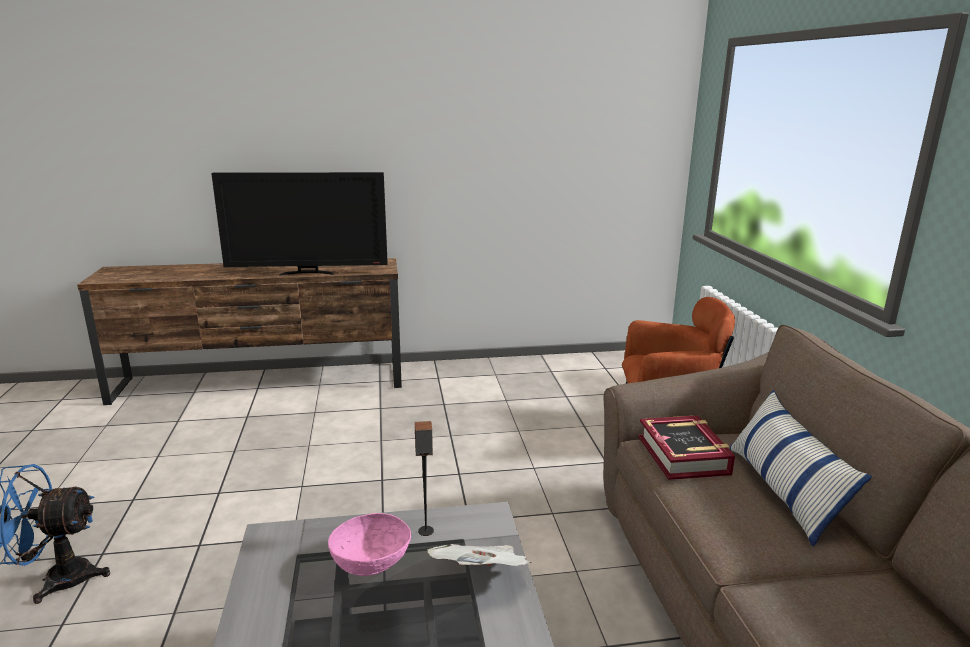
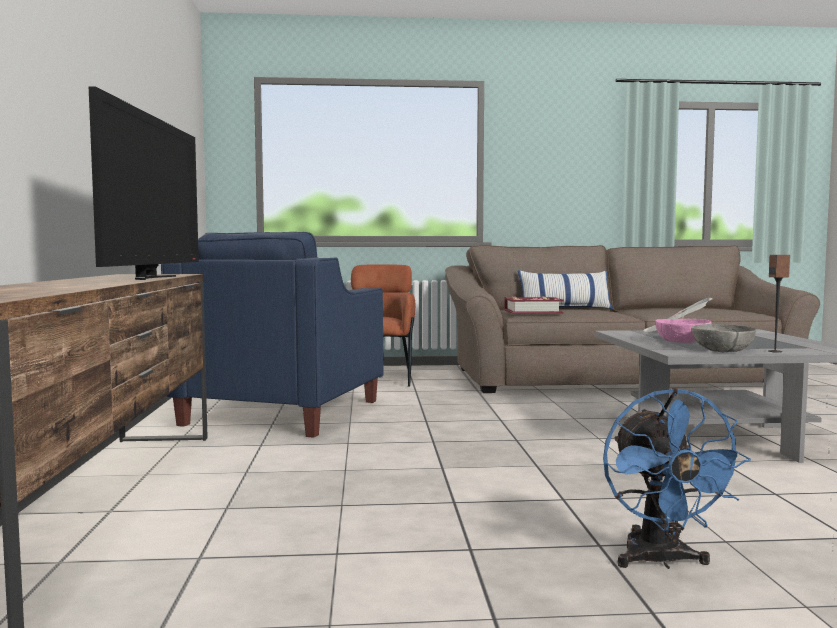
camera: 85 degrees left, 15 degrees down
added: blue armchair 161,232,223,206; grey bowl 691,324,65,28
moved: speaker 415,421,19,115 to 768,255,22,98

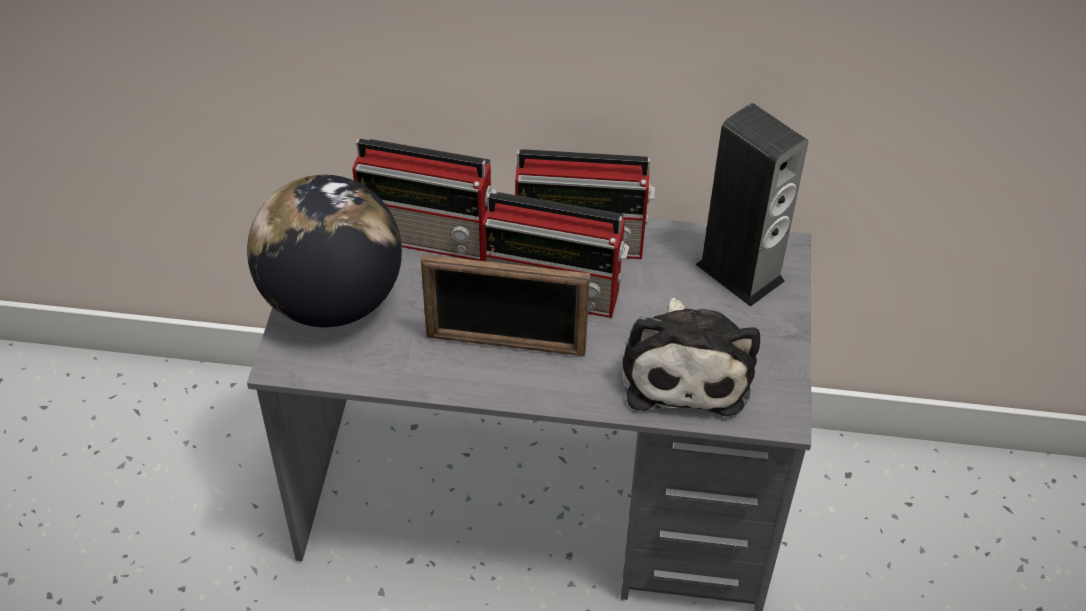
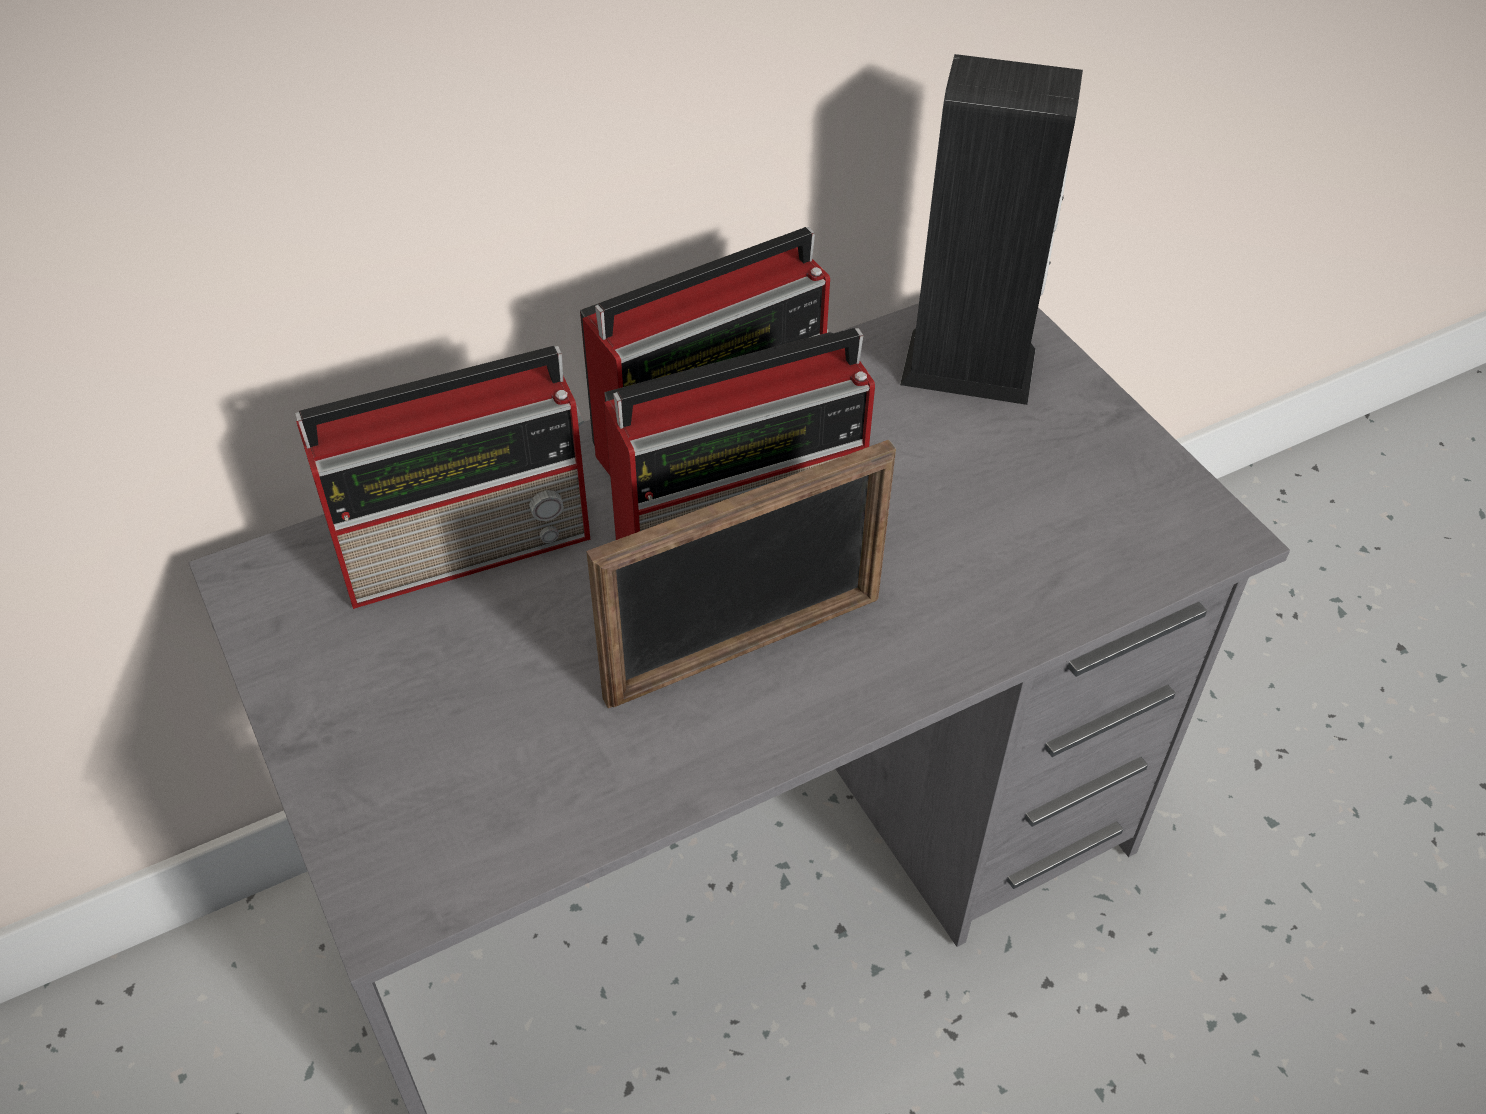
camera: 35 degrees left, 0 degrees up
removed: globe 247,175,155,152; plush toy 622,298,138,119

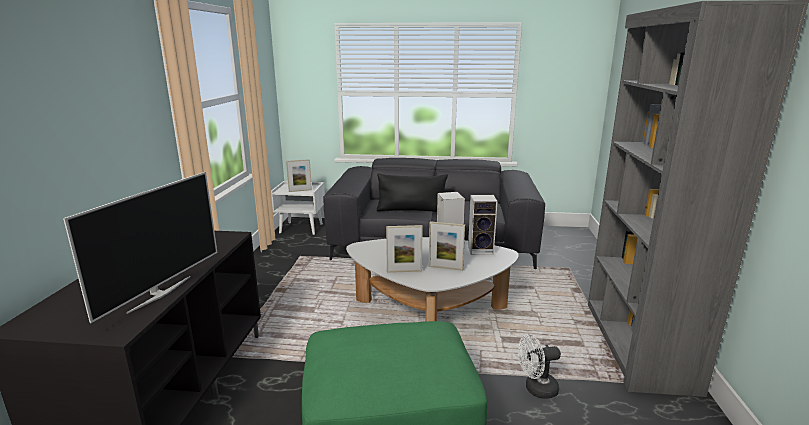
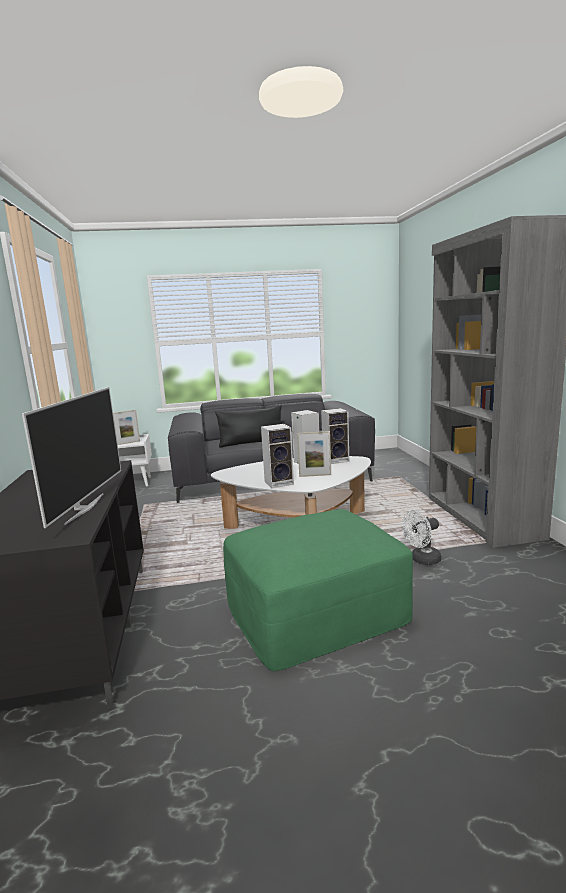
camera: 15 degrees left, 5 degrees down
replaced: picture frame 386,225,37,48 to speaker 261,424,33,64

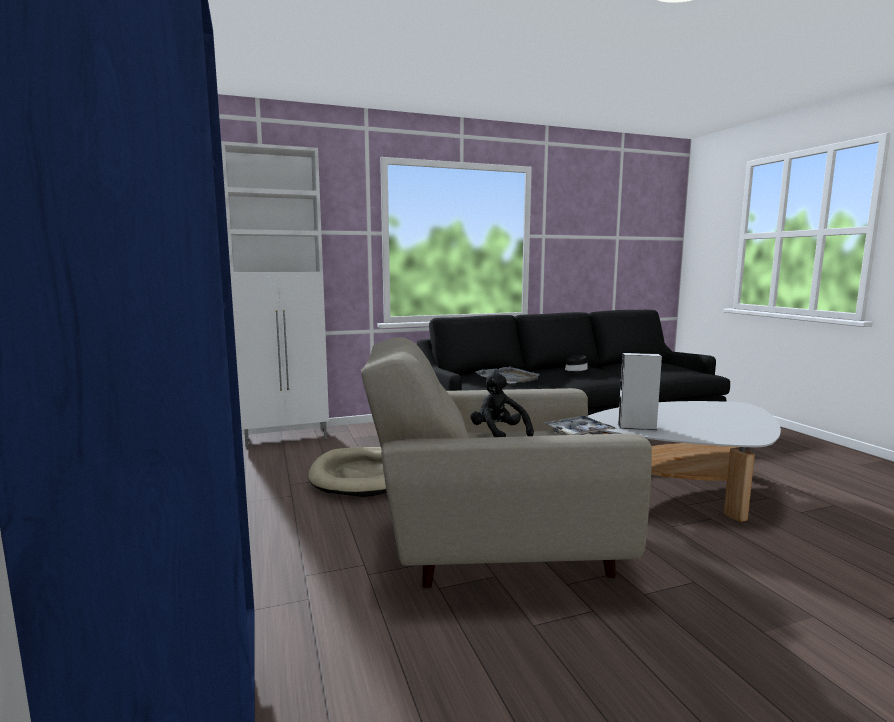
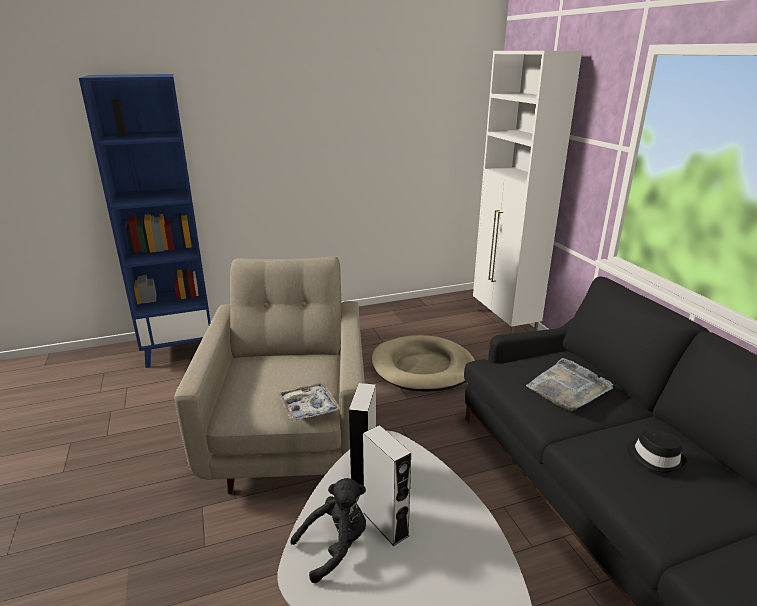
camera: 90 degrees right, 15 degrees up
added: grey speaker 363,425,48,121
moved: black plush toy 471,372,63,65 to 291,478,75,105

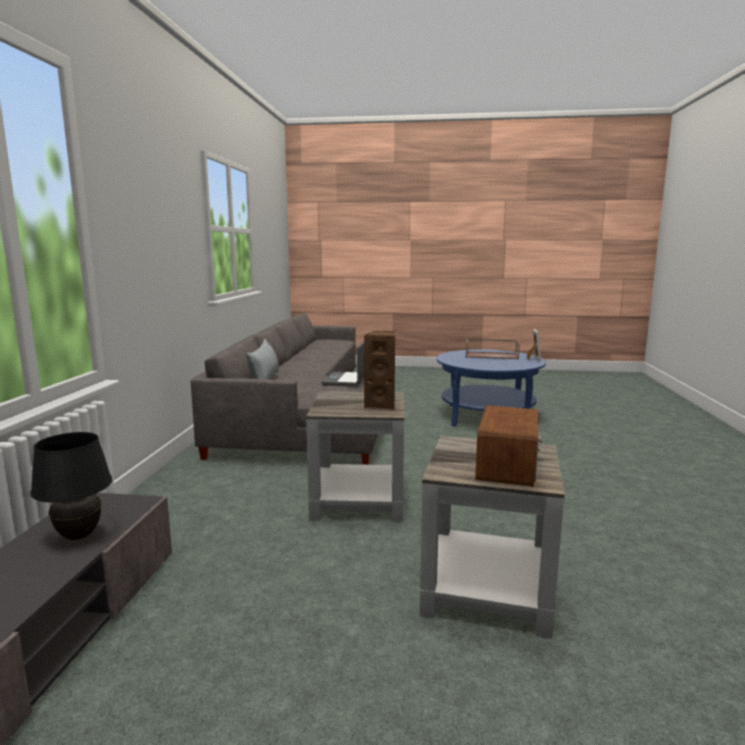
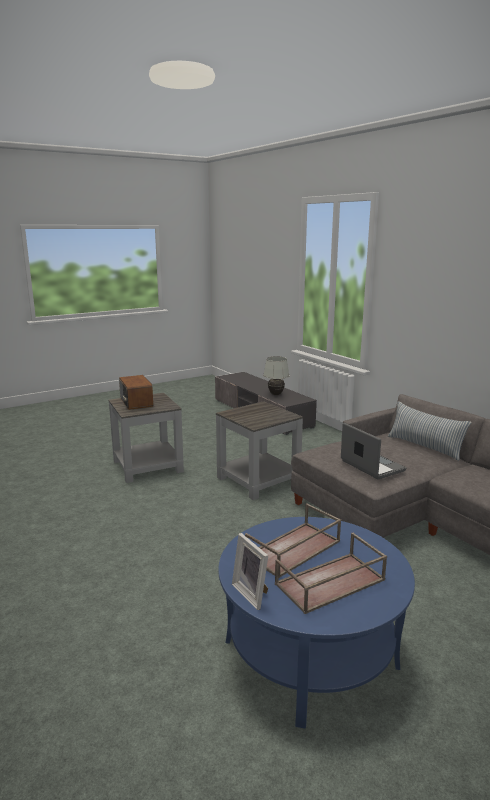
camera: 140 degrees right, 5 degrees up
removed: brown speaker 364,331,31,78
added: brown tray 245,504,96,74
recoloured: black table lamp 30,432,82,108 to white table lamp 263,356,26,39

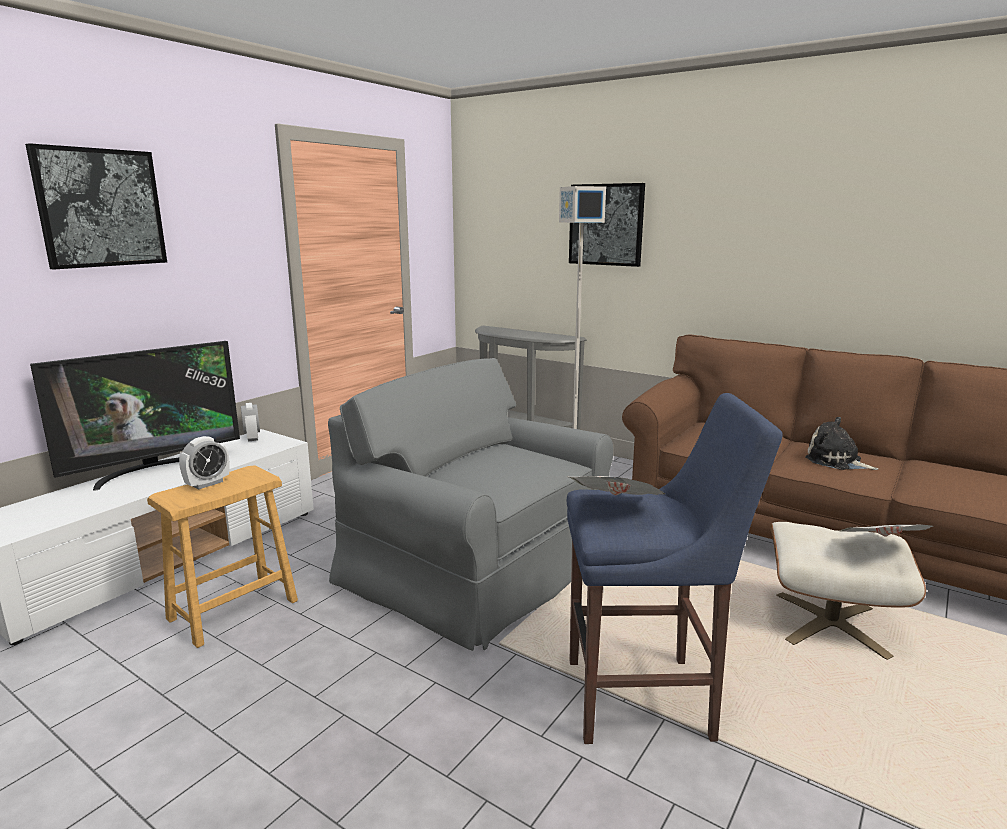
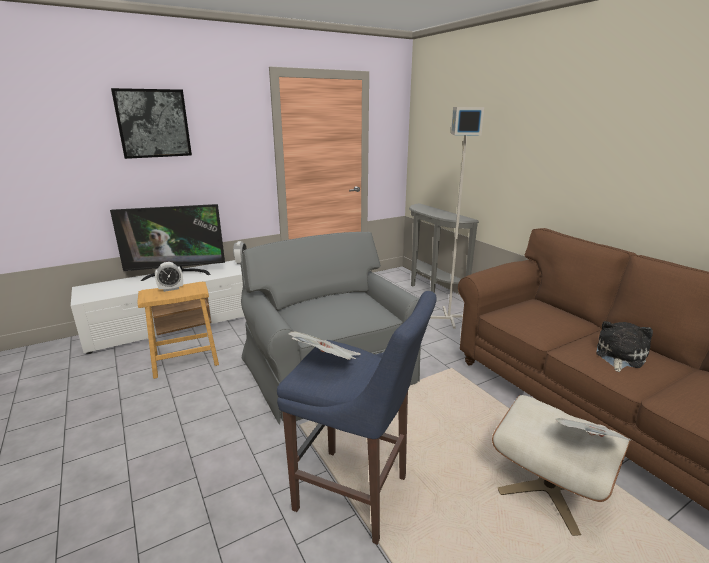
camera: 25 degrees right, 5 degrees up
removed: picture 569,183,76,84
turned: plush toy 805,417,73,53 = 596,321,57,51 60 degrees clockwise

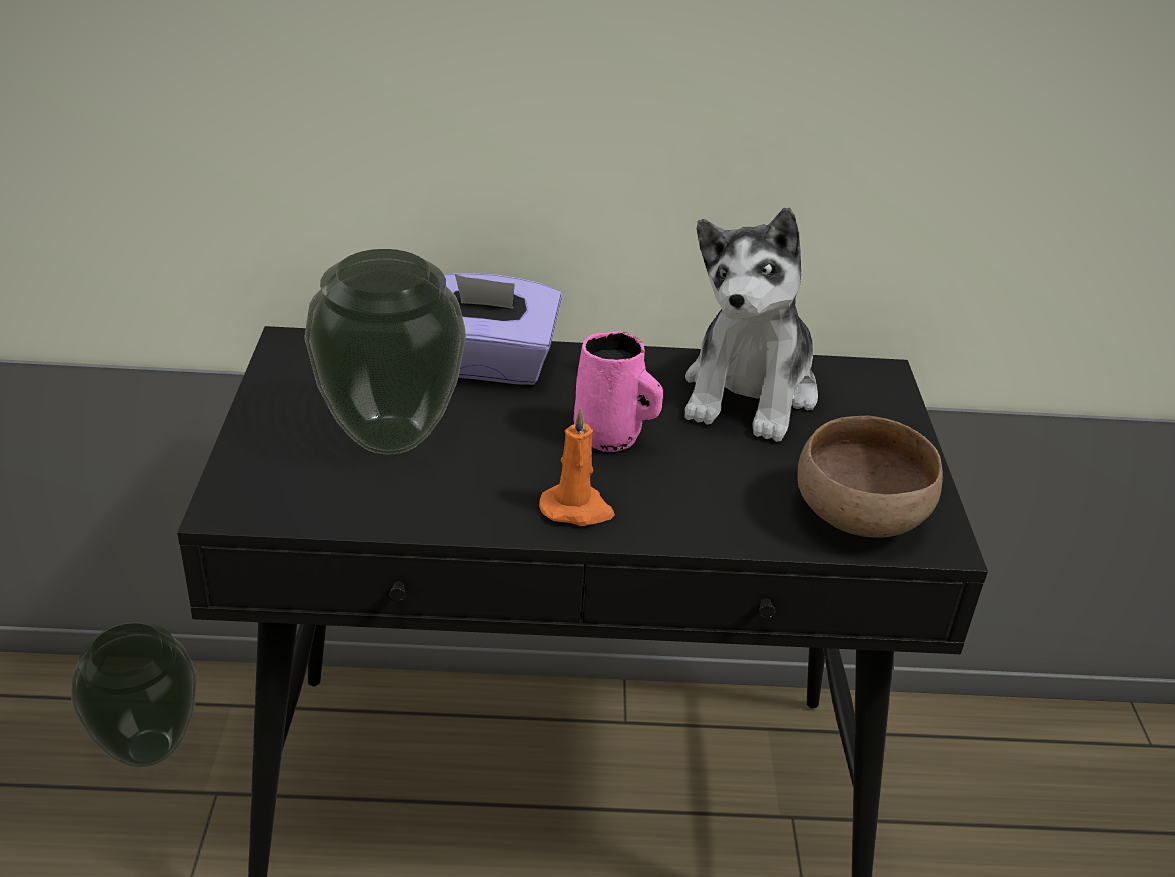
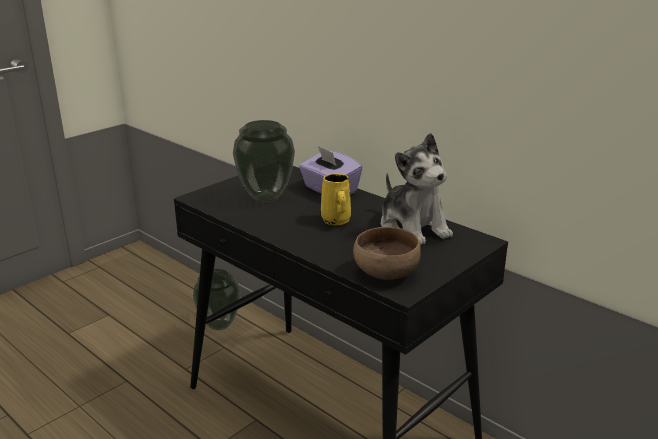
camera: 45 degrees right, 10 degrees down
removed: orange candle 539,408,76,118
recoloured: pink mug 574,331,89,121 to yellow mug 321,173,30,53
turned: plush toy 684,208,134,234 = 381,133,72,112 90 degrees counterclockwise

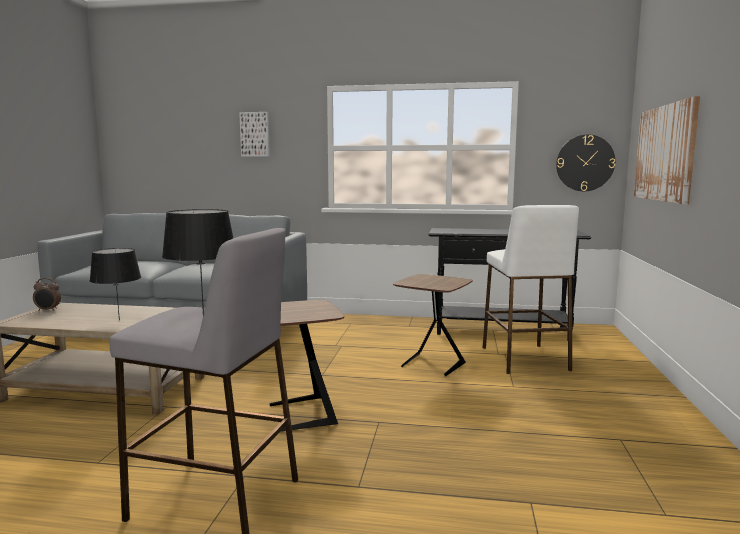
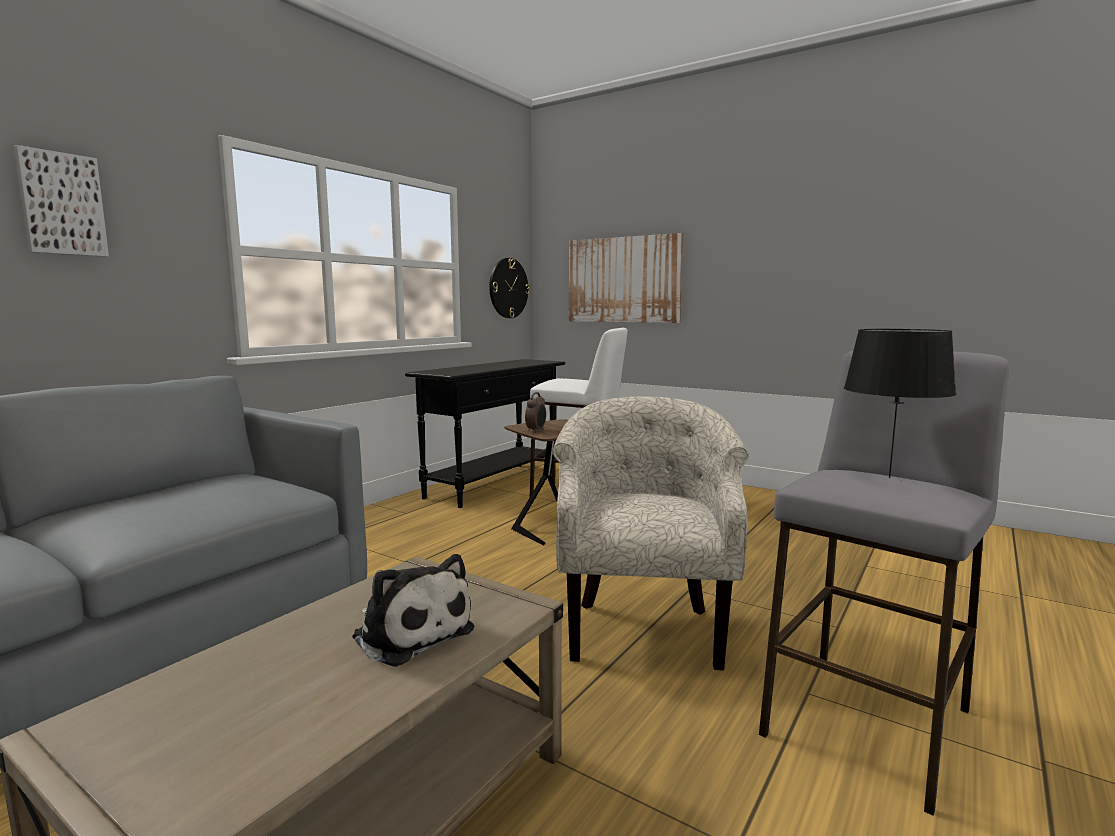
camera: 65 degrees left, 0 degrees up
moved: alarm clock 33,278,28,33 to 525,392,21,41
replaced: black table lamp 90,248,51,72 to plush toy 352,554,122,113; brown side table 270,300,74,131 to beige armchair 553,396,196,274

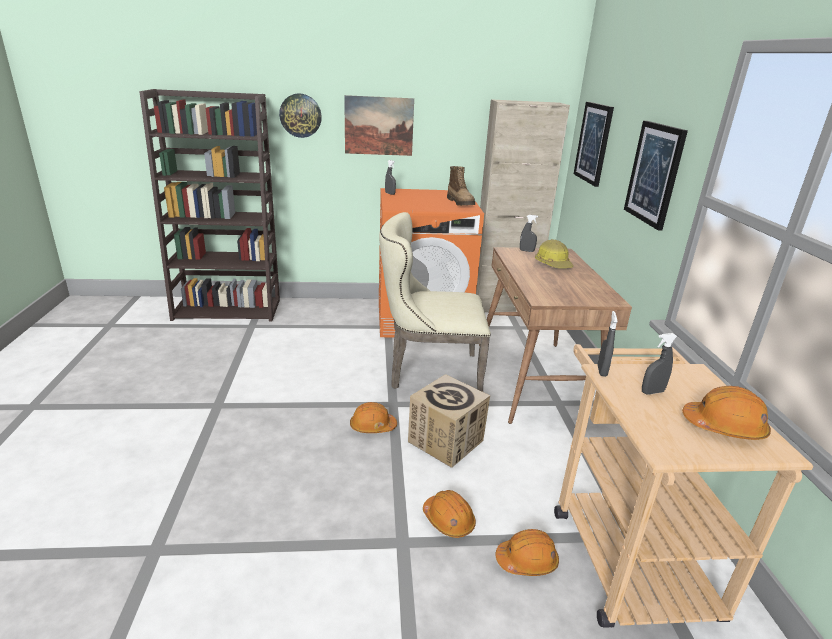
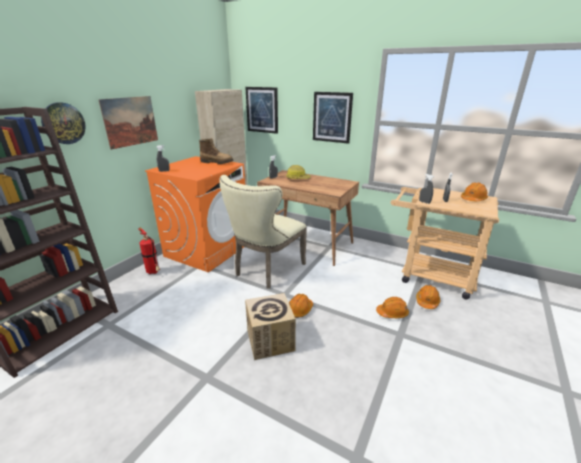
camera: 55 degrees left, 0 degrees up
added: fire extinguisher 138,227,22,47
moved: cardboard box 408,374,82,94 to 245,293,51,67

